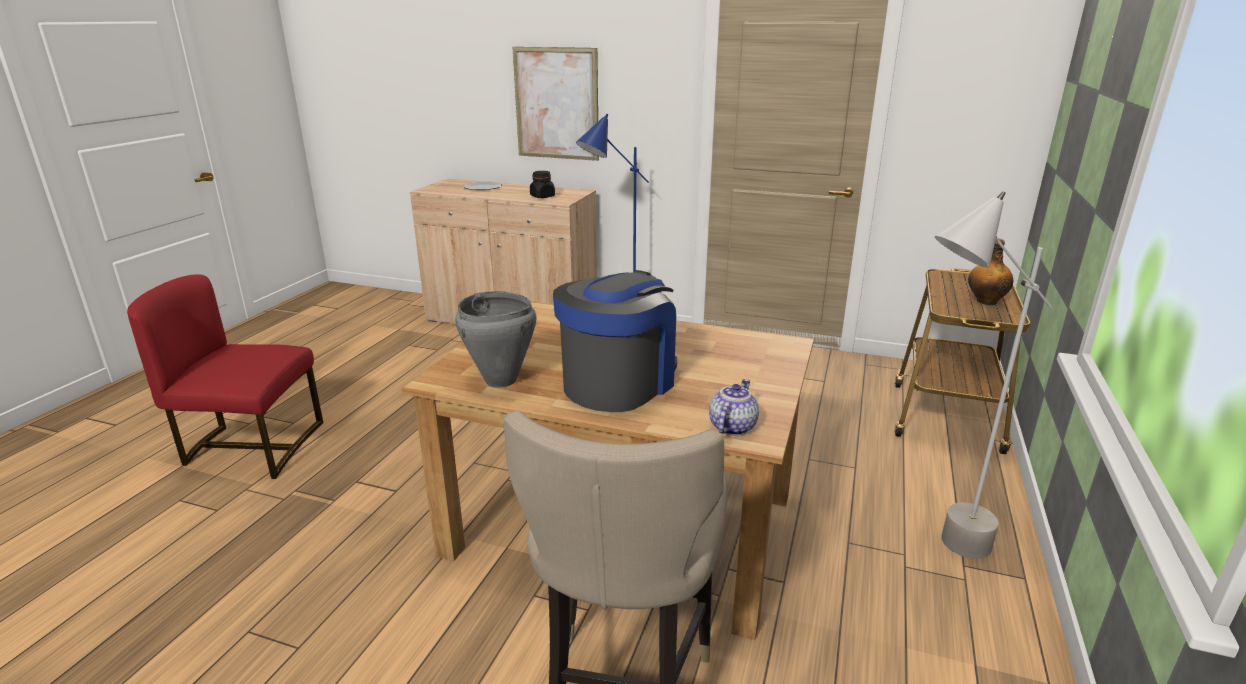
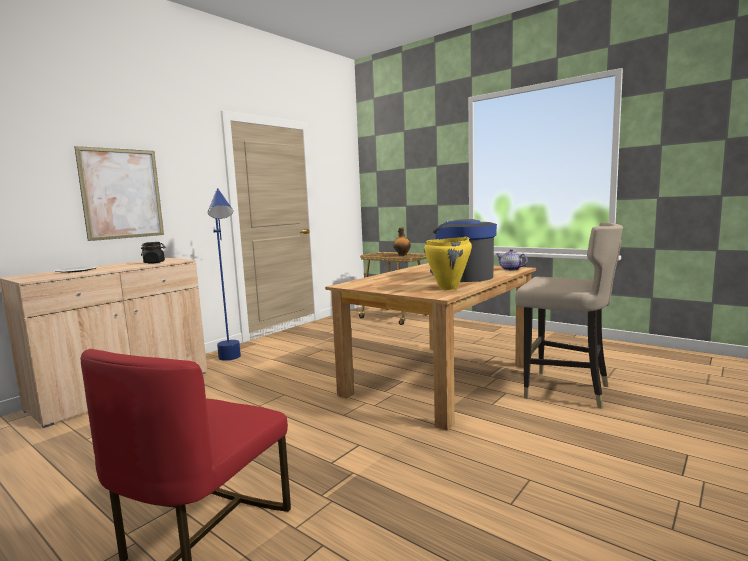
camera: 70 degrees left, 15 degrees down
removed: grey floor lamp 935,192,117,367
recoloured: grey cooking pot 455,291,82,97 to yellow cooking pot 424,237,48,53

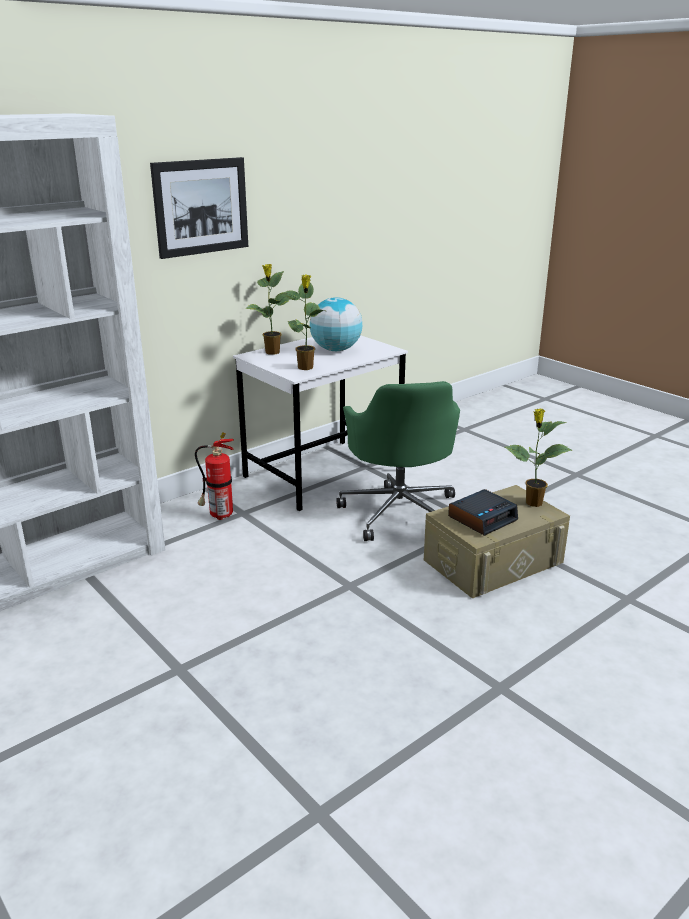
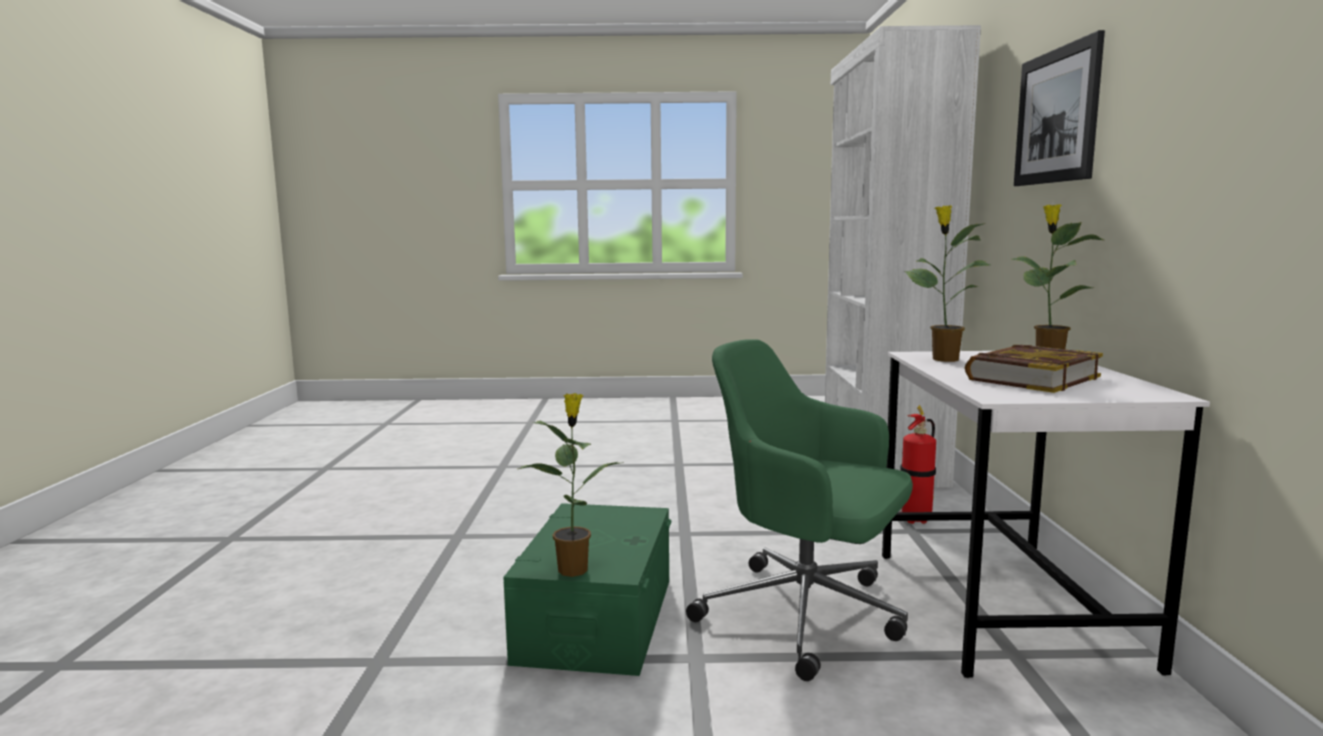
camera: 130 degrees right, 15 degrees down
removed: alarm clock 448,489,70,47
replaced: globe 310,297,52,54 to book 965,345,138,48
recoloured: beige storage box 424,485,146,113 to green storage box 503,503,169,173

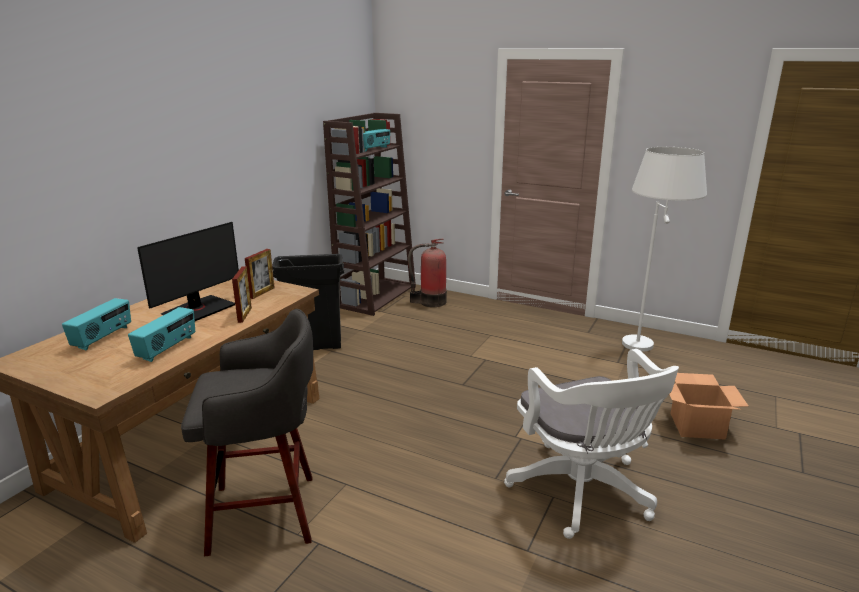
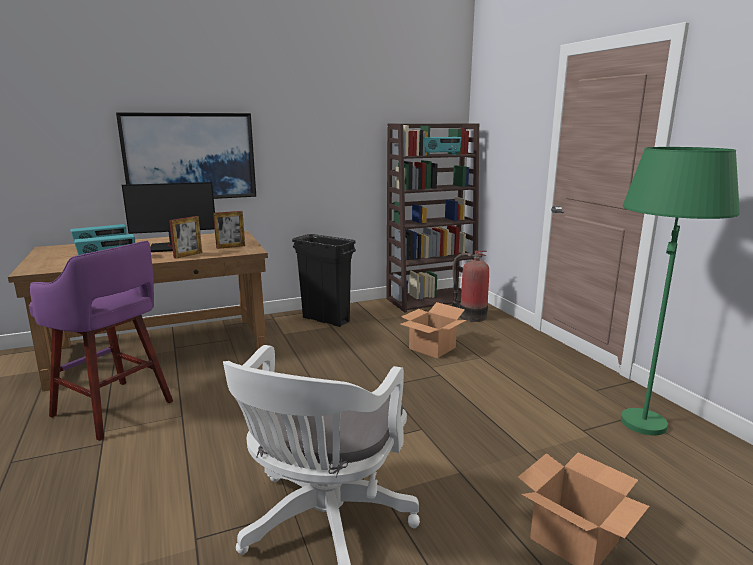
camera: 40 degrees right, 5 degrees down
added: picture 116,112,140,87; cardboard box 400,302,67,56
recoloured: grey stool 181,309,132,247 to purple stool 29,241,144,200; white floor lamp 622,147,85,205 to green floor lamp 621,147,119,288

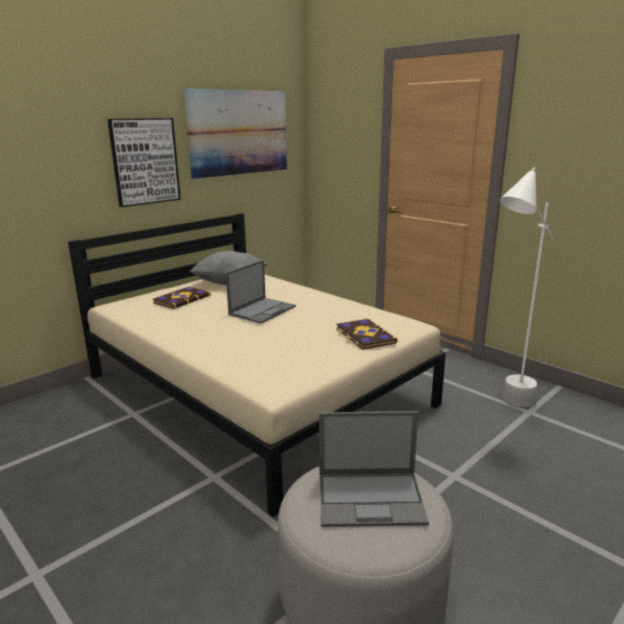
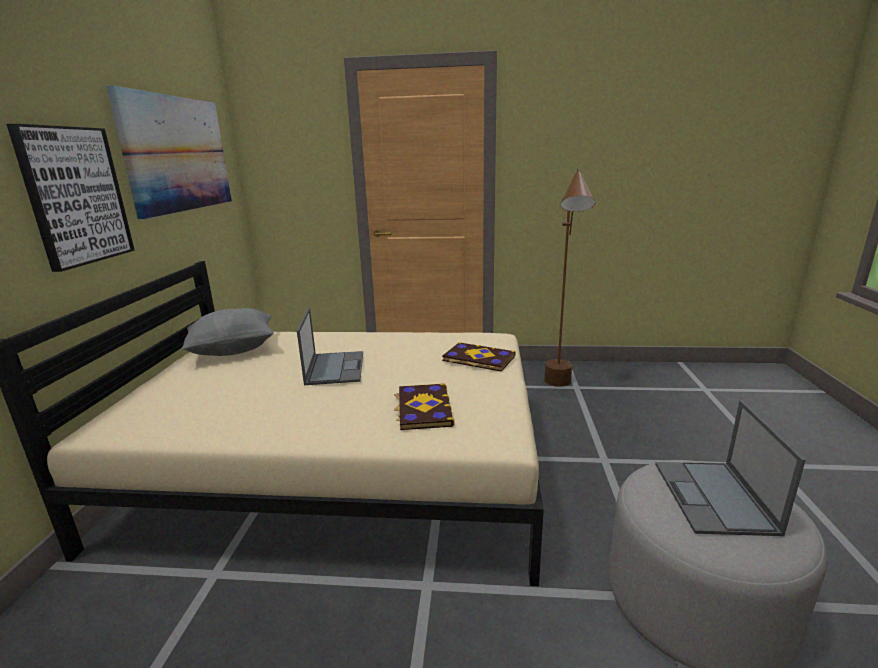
camera: 40 degrees left, 0 degrees up
moved: book 153,287,58,22 to 394,383,61,47
recoloured: white floor lamp 500,167,54,240 to brown floor lamp 544,169,51,218
turned: laptop 319,411,110,116 = 655,400,151,136 135 degrees clockwise

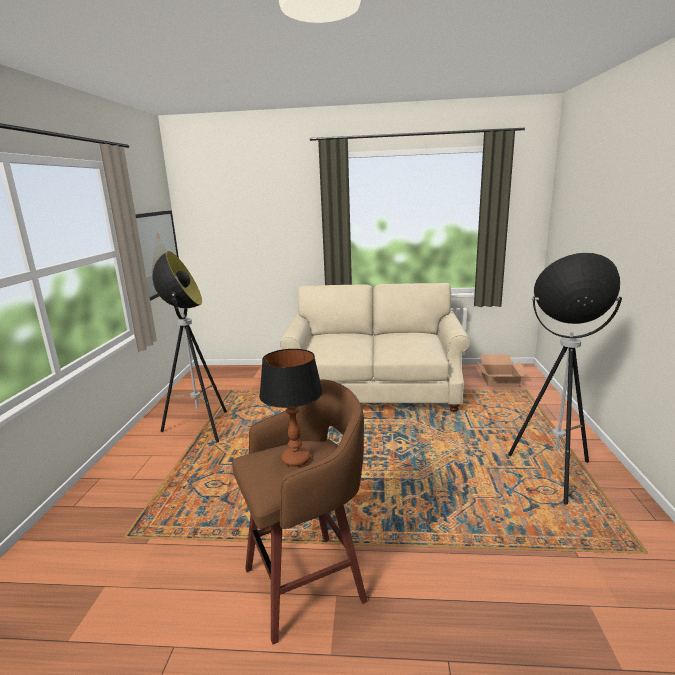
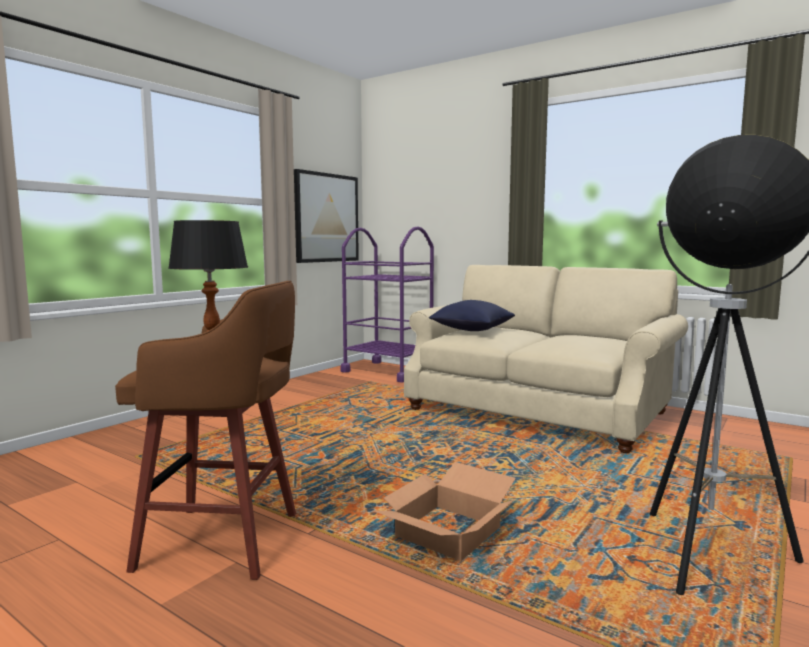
camera: 30 degrees right, 10 degrees down
removed: floor lamp 152,251,75,191
added: purple cart 341,226,93,157; blue pillow 429,300,86,31
moved: cardboard box 477,355,51,32 to 374,462,142,99

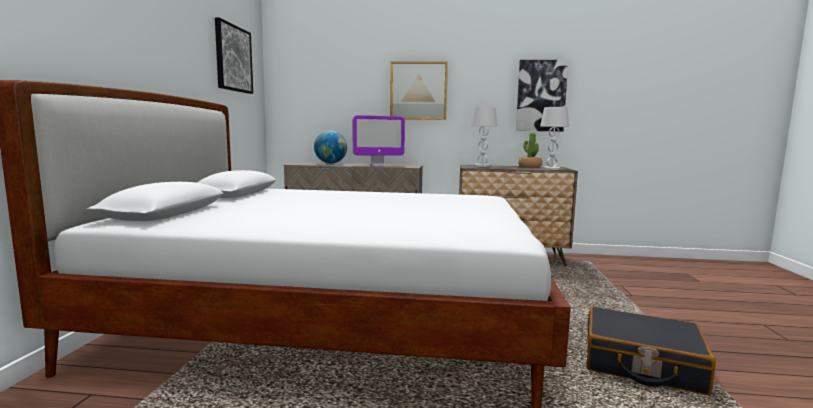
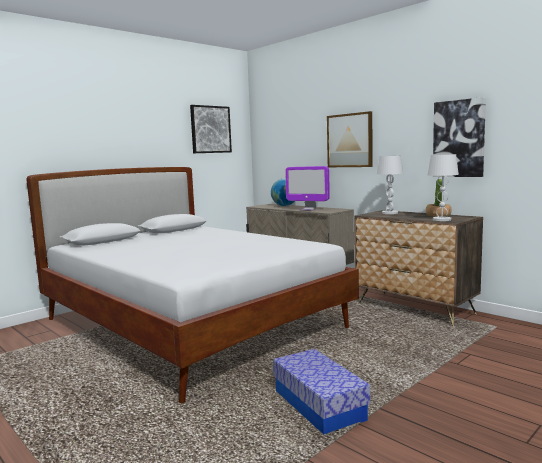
camera: 40 degrees right, 0 degrees up
replaced: black suitcase 586,307,130,88 to storage box 273,349,97,85

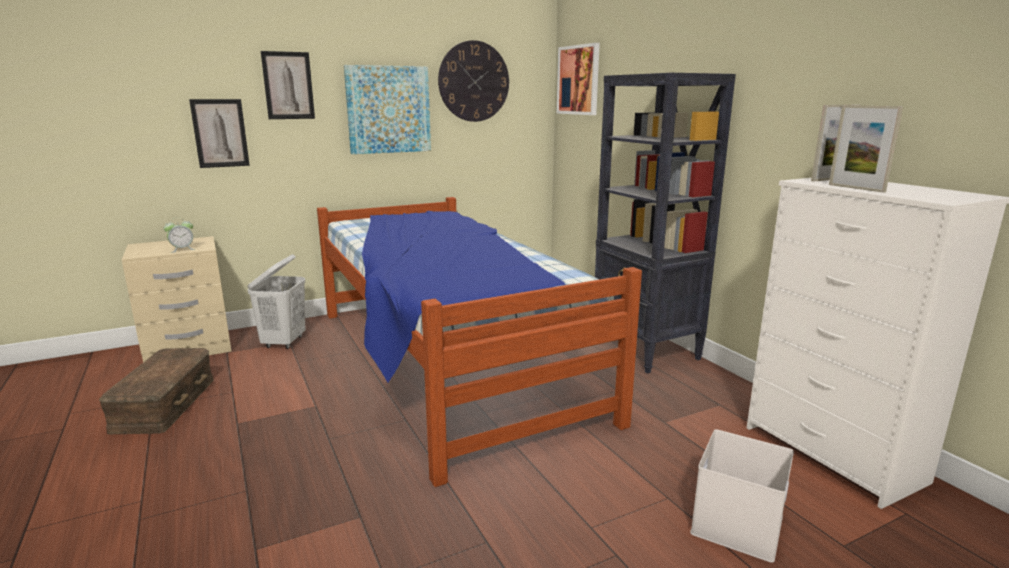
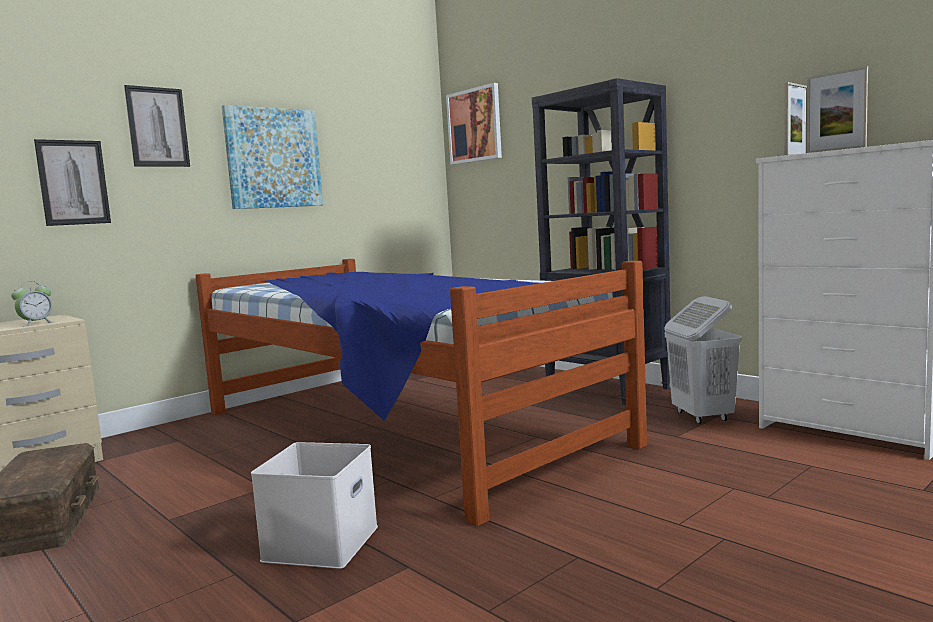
camera: 15 degrees left, 10 degrees down
removed: wall clock 438,40,71,82
moved: white laundry basket 247,255,58,94 to 664,296,78,128; white storage box 690,429,104,134 to 251,442,127,127

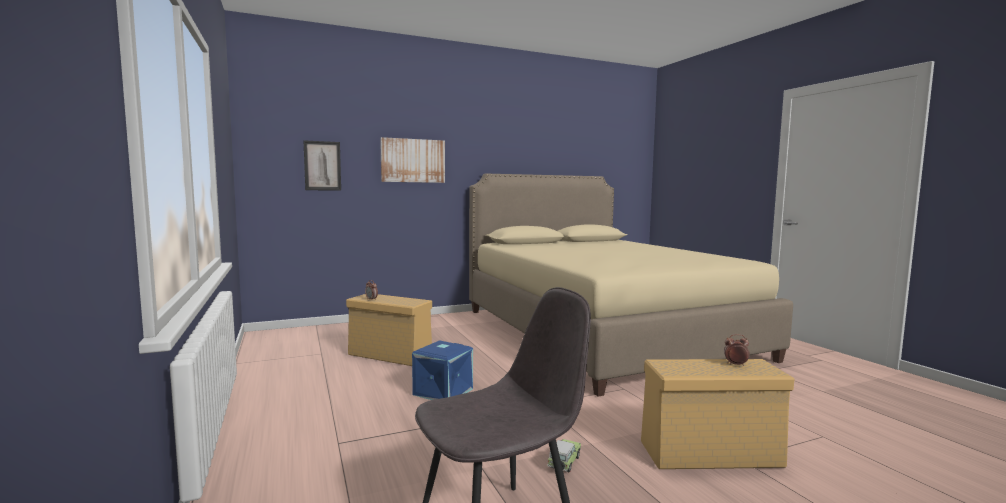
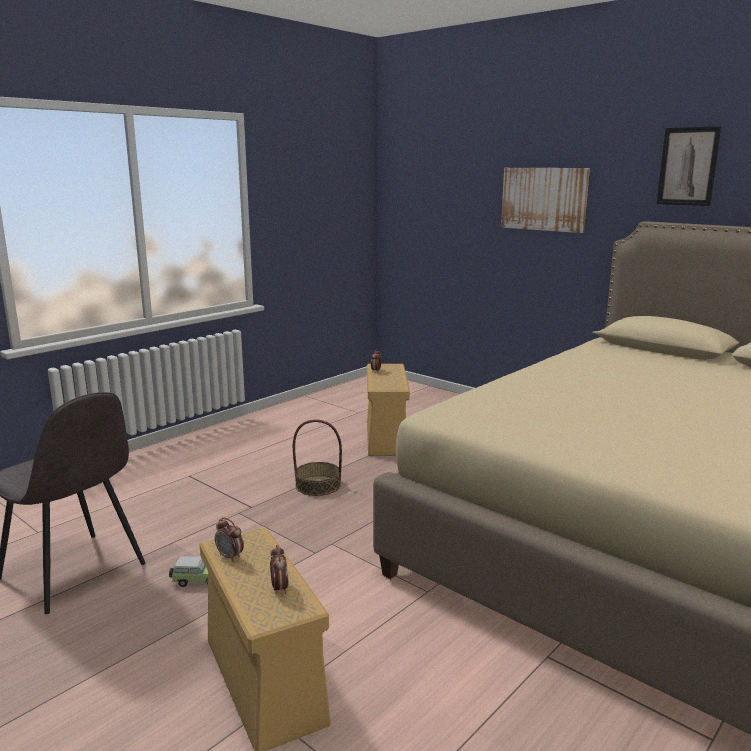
camera: 65 degrees right, 10 degrees up
added: alarm clock 215,517,29,45
moved: picture 303,140,38,51 to 657,126,64,80
replaced: blue storage box 412,340,61,60 to basket 293,420,49,76

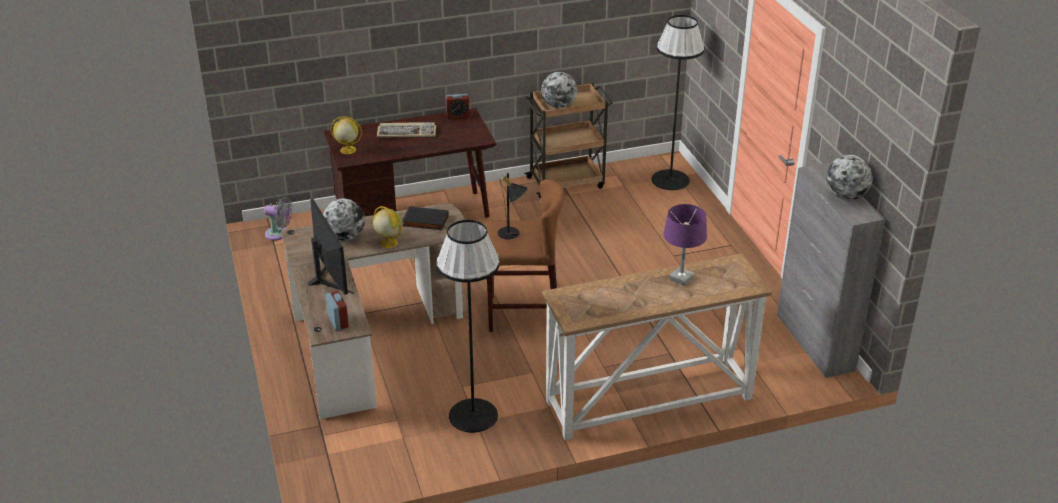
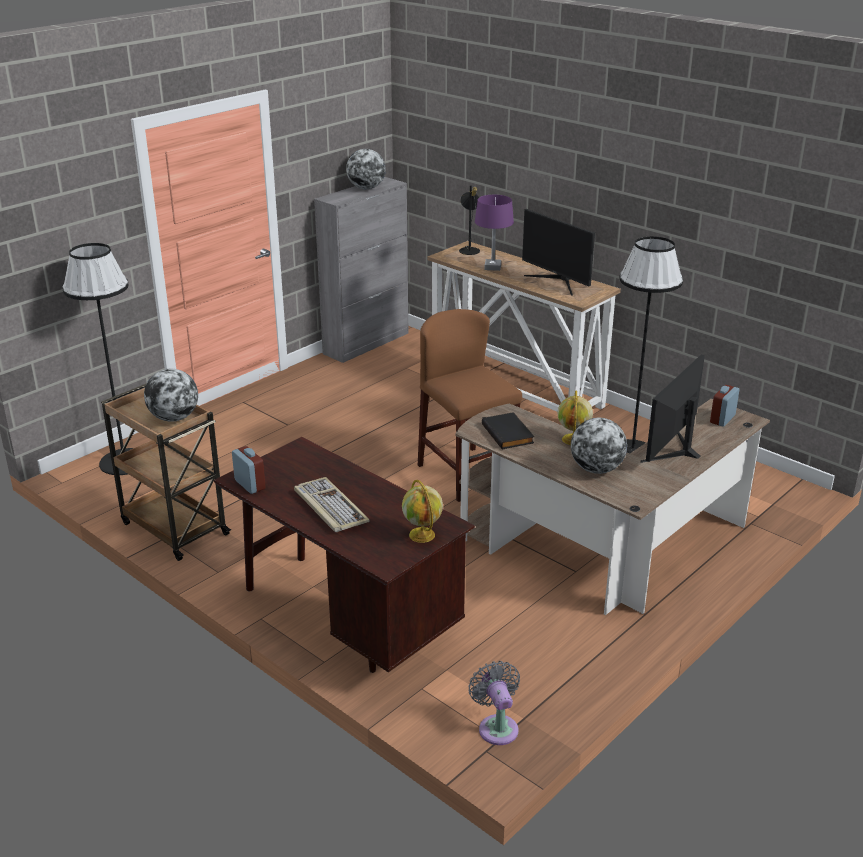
camera: 120 degrees left, 5 degrees down
added: monitor 522,209,73,87
moved: black table lamp 498,173,29,66 to 459,185,21,70

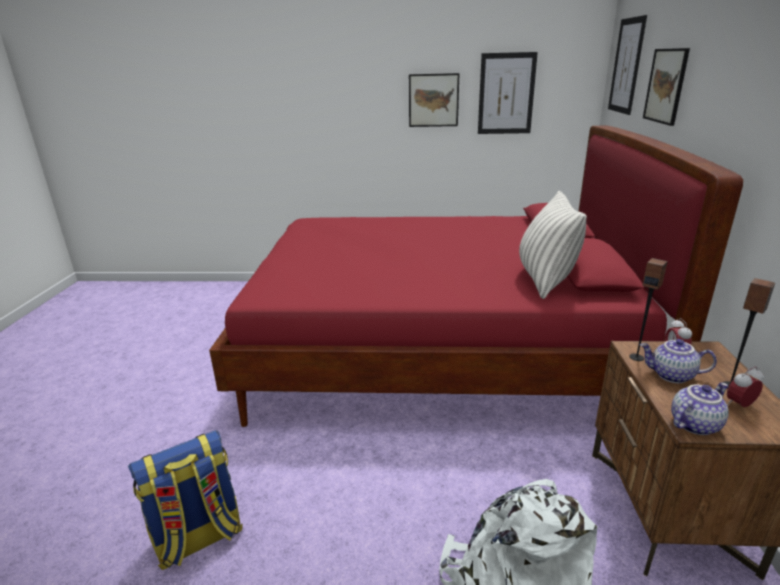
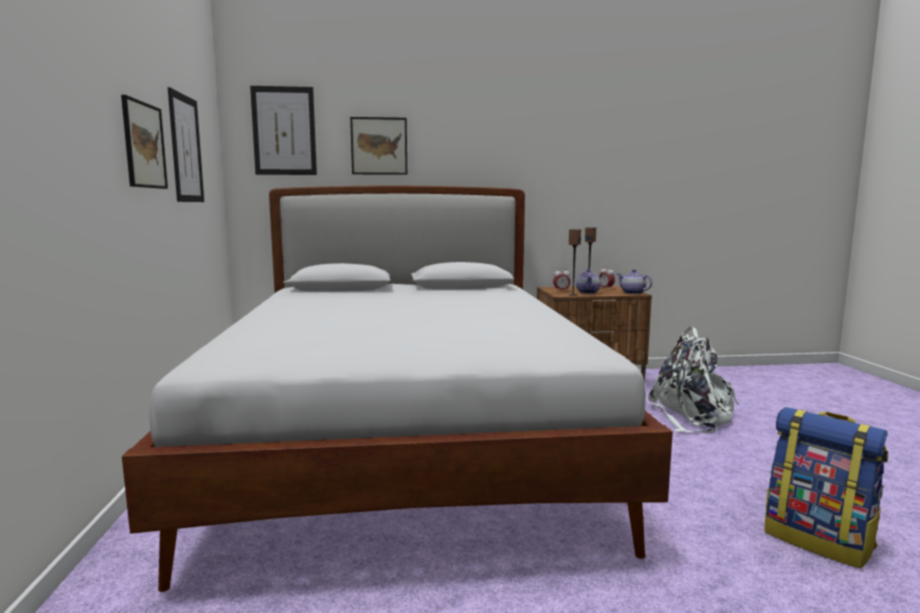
camera: 100 degrees left, 15 degrees down
removed: pillow 519,191,68,108
recoloured: red bed 209,126,534,301 to white bed 122,185,551,407

